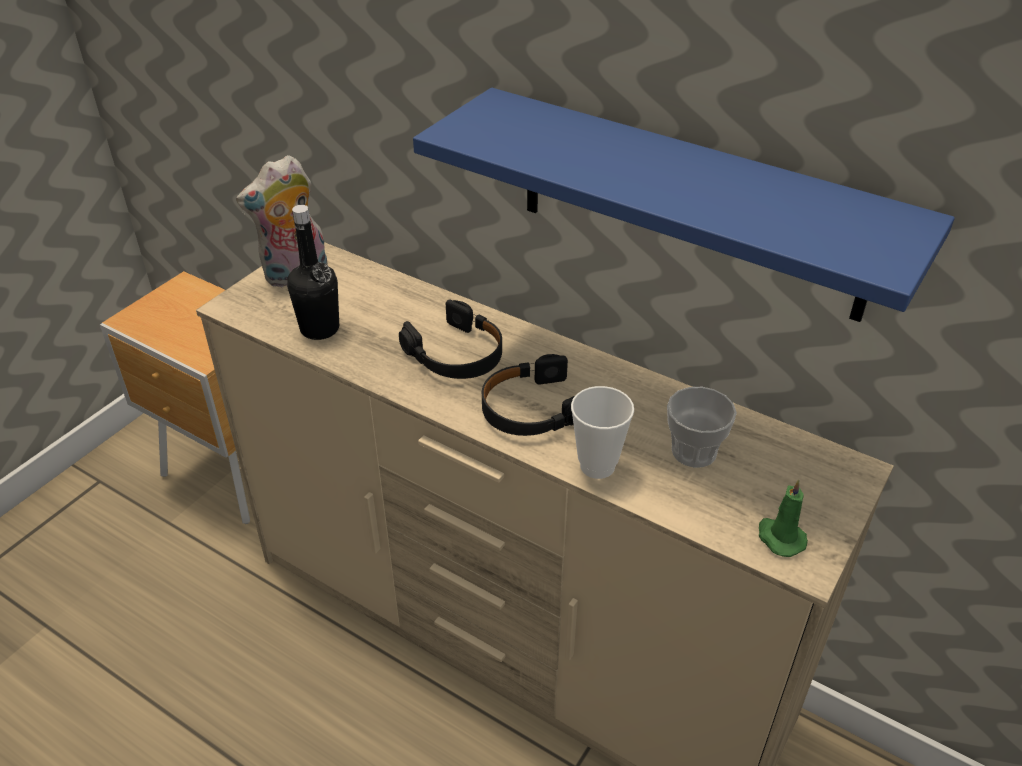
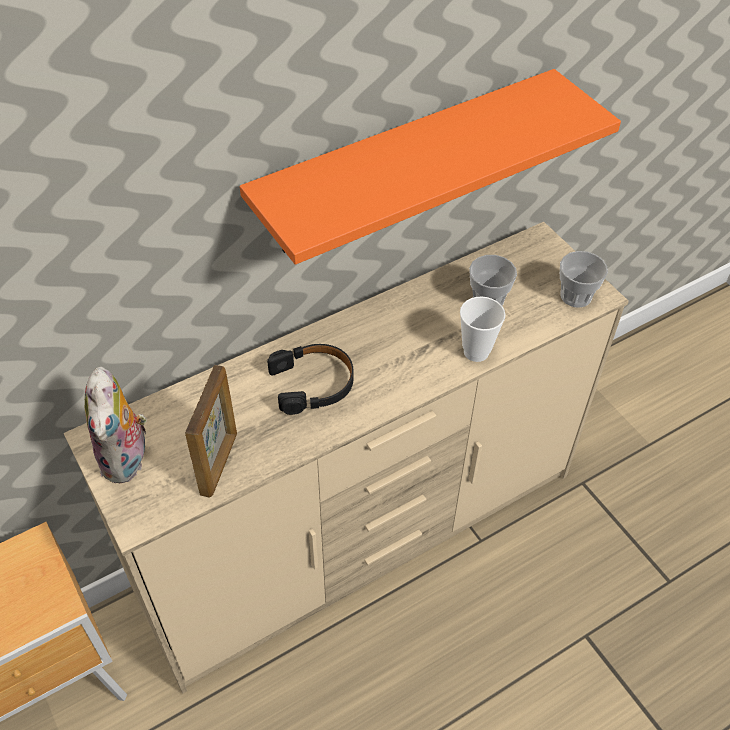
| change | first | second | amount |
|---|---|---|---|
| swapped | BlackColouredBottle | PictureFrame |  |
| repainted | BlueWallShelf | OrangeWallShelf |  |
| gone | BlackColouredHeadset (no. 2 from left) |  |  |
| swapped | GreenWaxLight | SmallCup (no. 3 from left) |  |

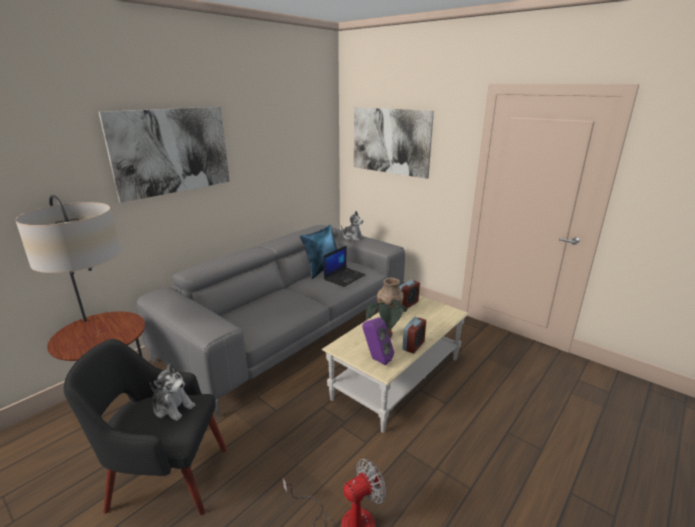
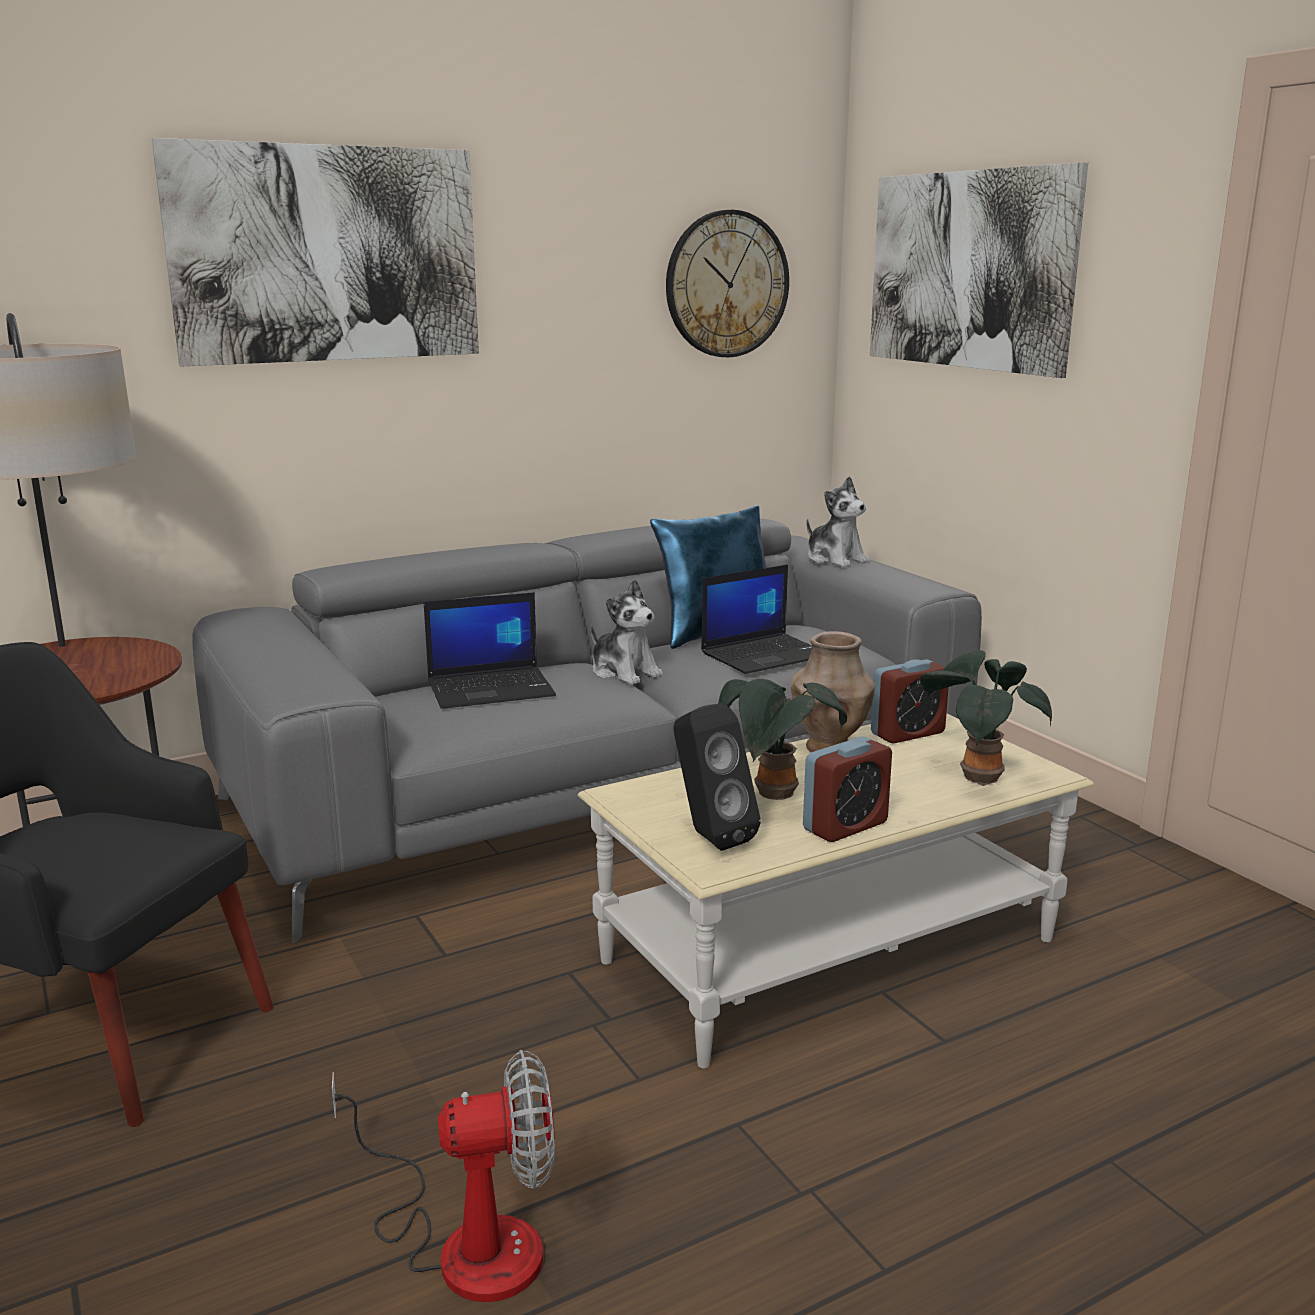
| change | first | second | amount |
|---|---|---|---|
| shifted | PlushToy (no. 1 from left) |  |  |
| repainted | PurplishLoudspeaker | BlackColouredLoudspeaker |  |
| new |  | PortableComputer (no. 1 from left) |  |
| new |  | WallClock |  |
| new |  | Houseplant (no. 2 from left) |  |

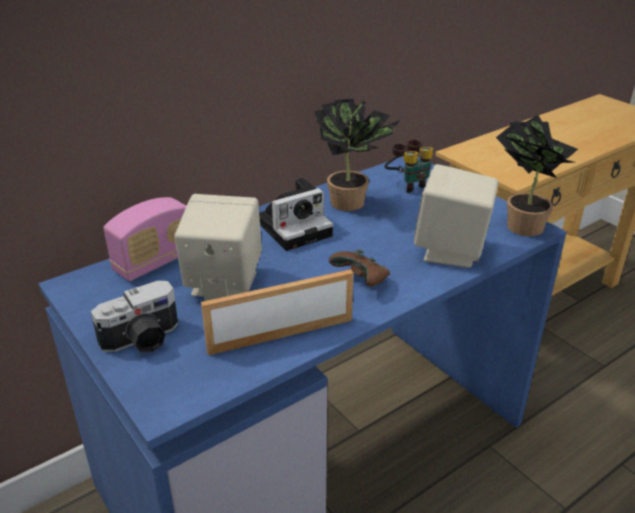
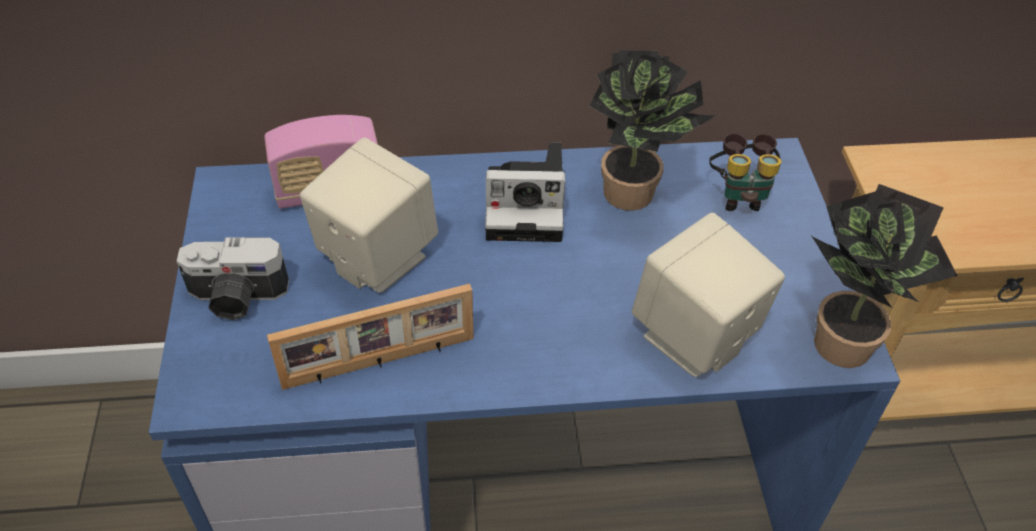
| change | first | second | amount |
|---|---|---|---|
| rotated | PictureFrame |  | 150 degrees clockwise |
| gone | BrownishGameController |  |  |

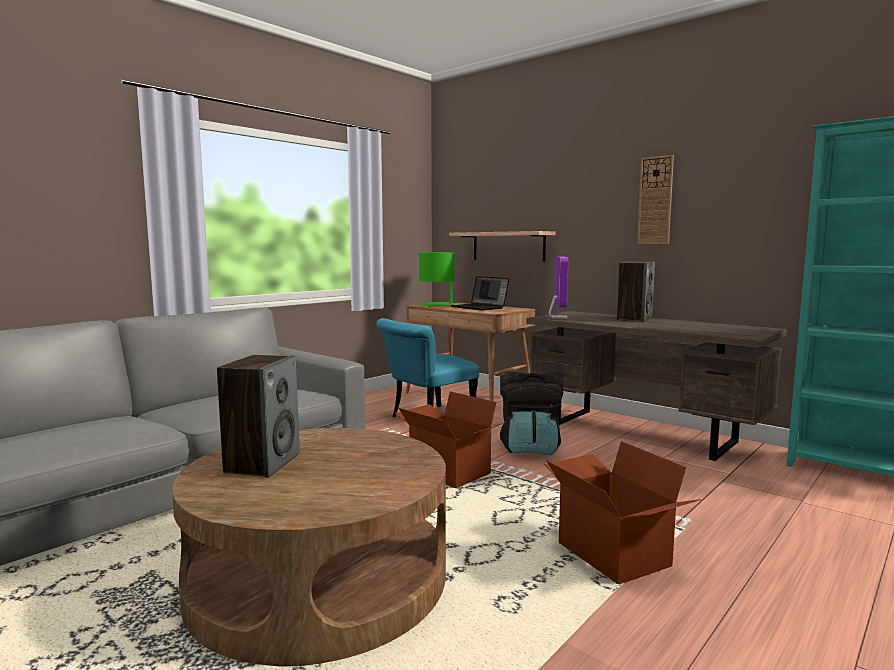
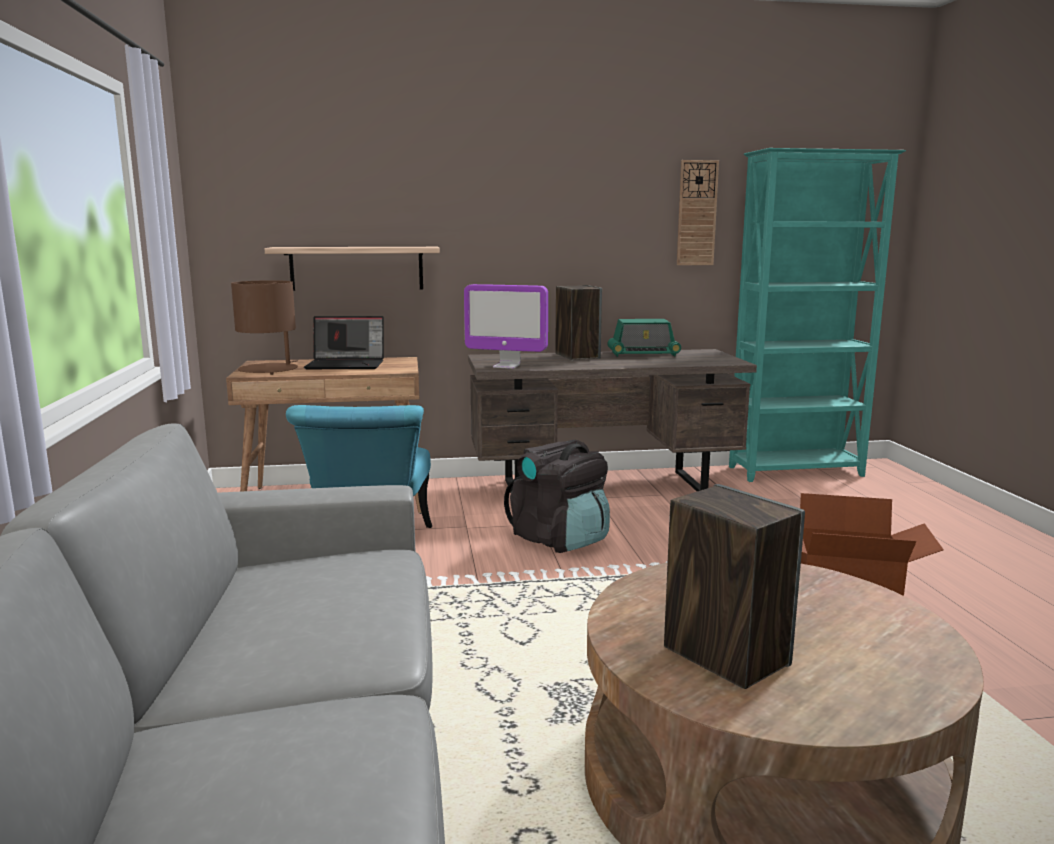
| change | first | second | amount |
|---|---|---|---|
| gone | Carton (no. 1 from left) |  |  |
| repainted | GreenLampForATable | BrownishLampForATable |  |
| rotated | Monitor |  | 150 degrees clockwise |
| shifted | WallClock |  |  |
| new |  | RadioSet |  |

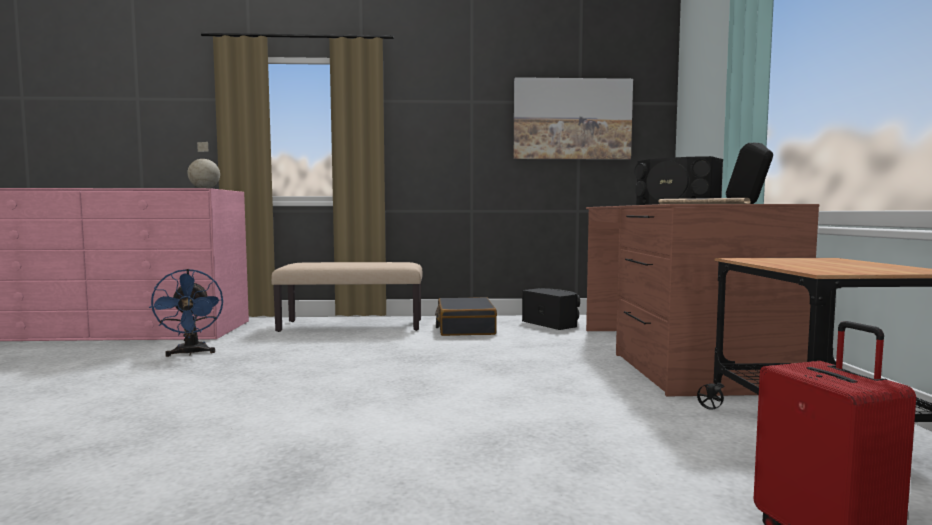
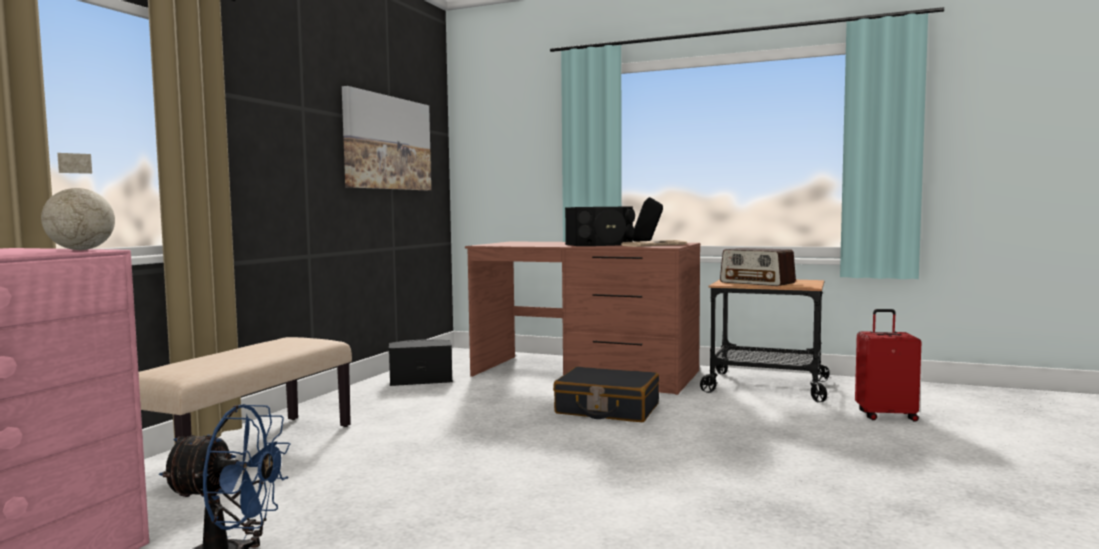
| change | first | second | amount |
|---|---|---|---|
| shifted | BlackColouredSuitcase |  |  |
| new |  | RadioSet |  |

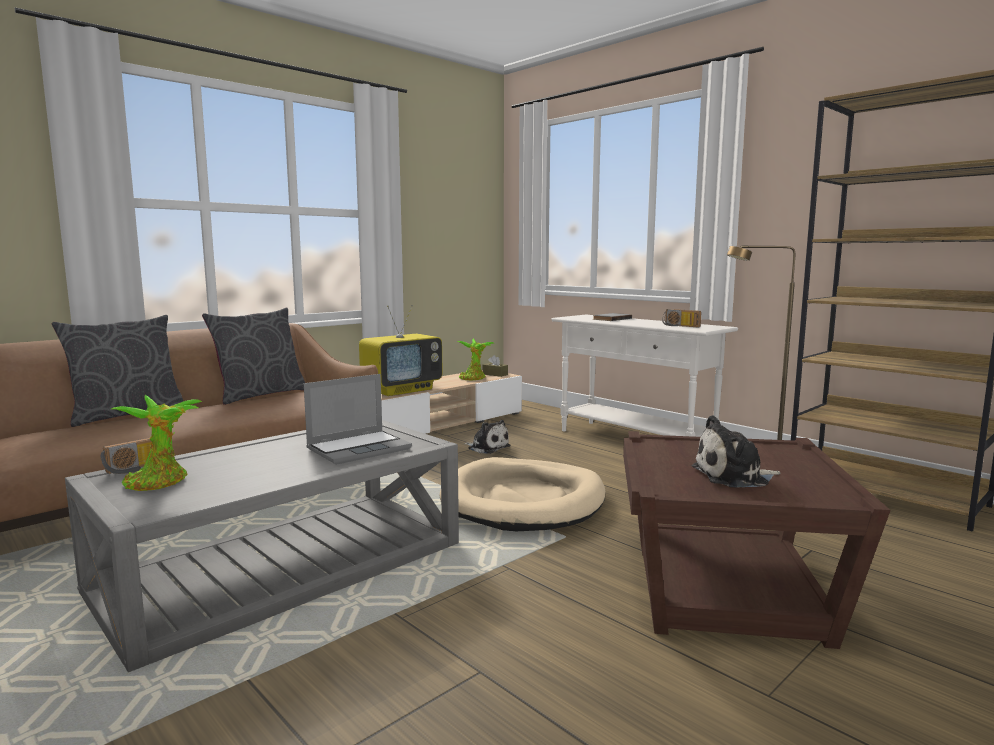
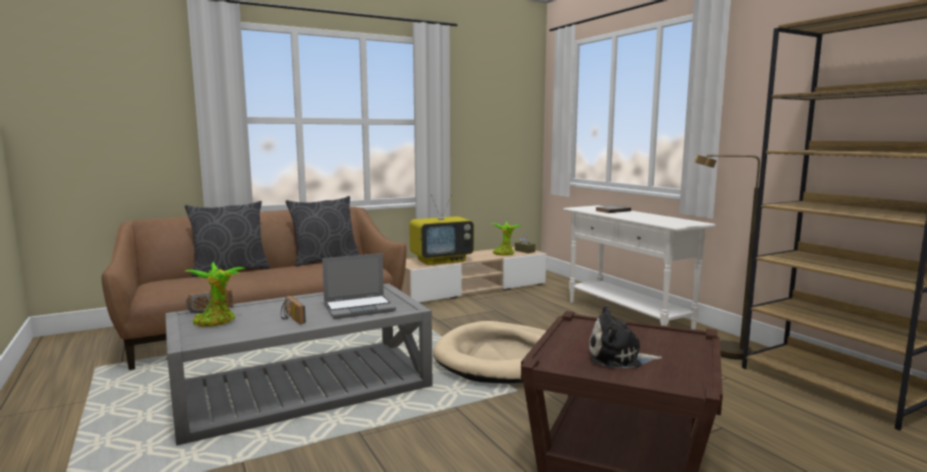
| change | first | second | amount |
|---|---|---|---|
| gone | PlushToy (no. 1 from left) |  |  |
| shifted | RadioSet (no. 2 from left) |  |  |

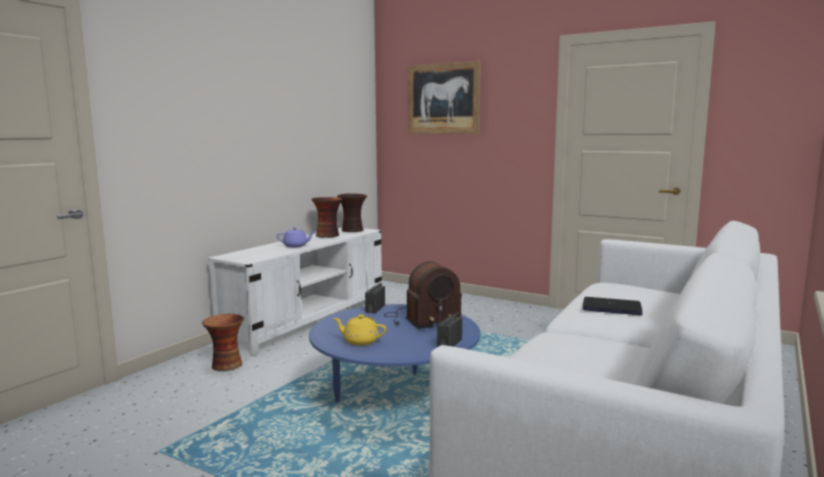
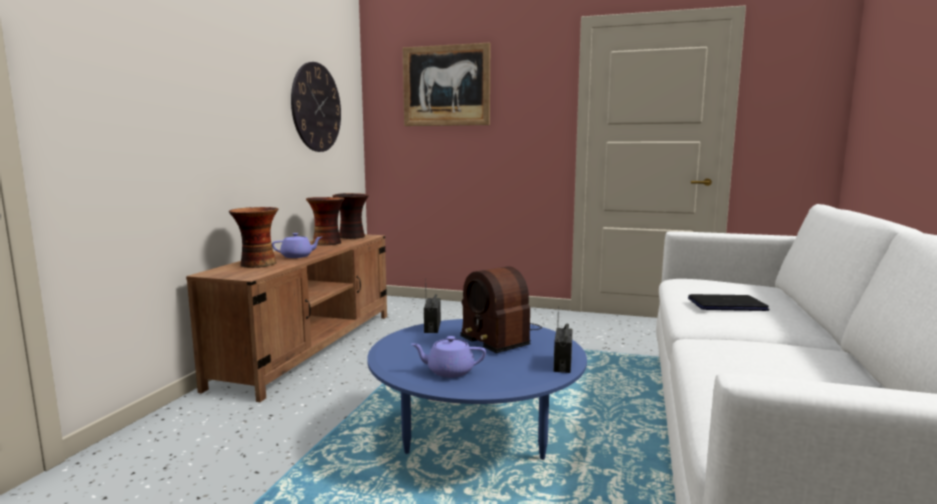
| change | first | second | amount |
|---|---|---|---|
| shifted | Vase (no. 1 from left) |  |  |
| repainted | WhiteColouredTvUnit | BrownishTvUnit |  |
| repainted | YellowishTeapot | PurplishTeapot (no. 2 from left) |  |
| rotated | RadioSet (no. 2 from left) |  | 90 degrees clockwise |
| new |  | WallClock |  |

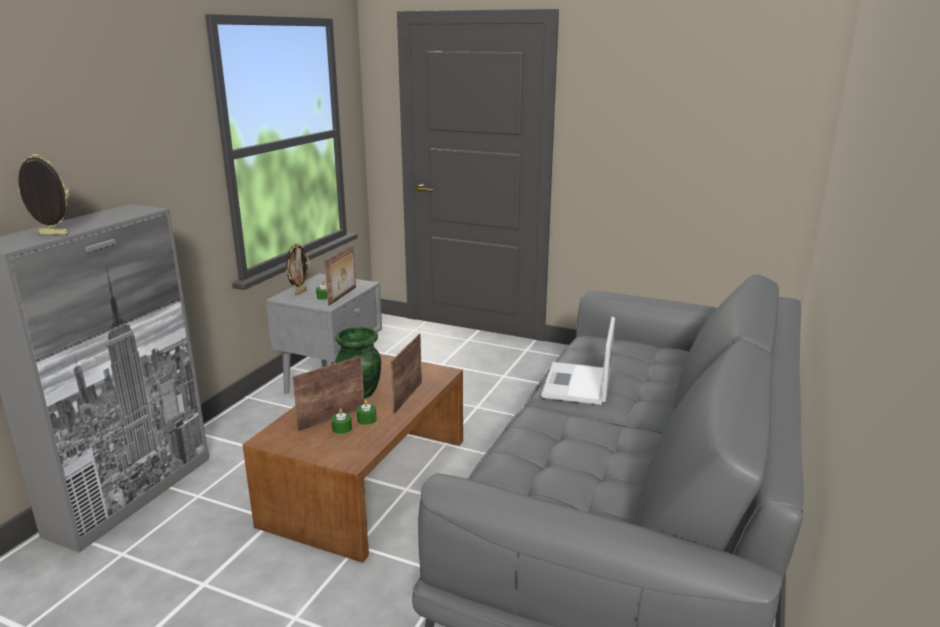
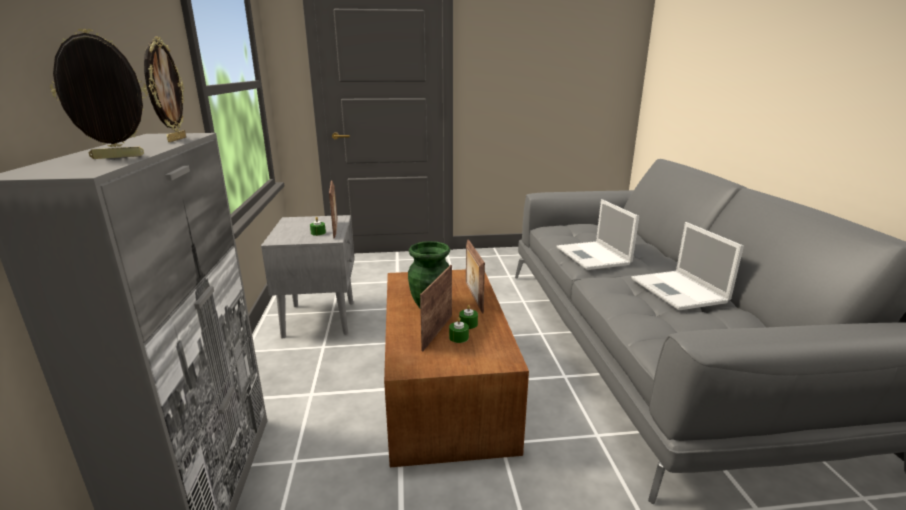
| change | first | second | amount |
|---|---|---|---|
| shifted | PictureFrame (no. 2 from left) |  |  |
| new |  | PortableComputer (no. 2 from left) |  |

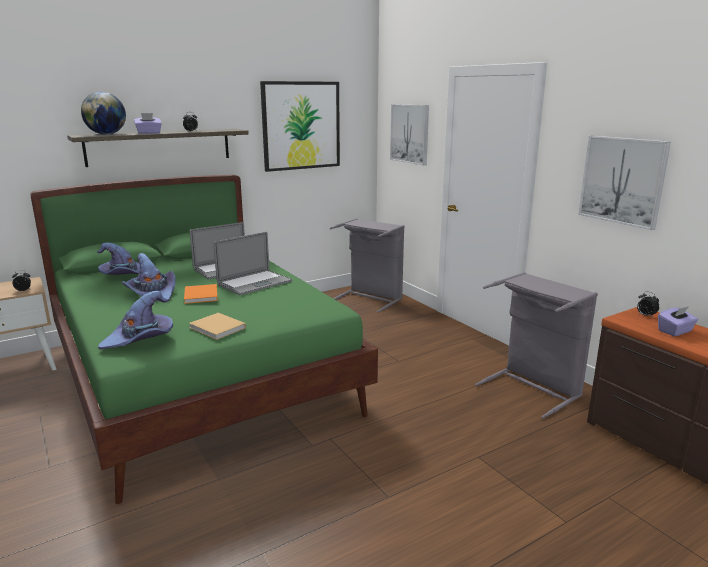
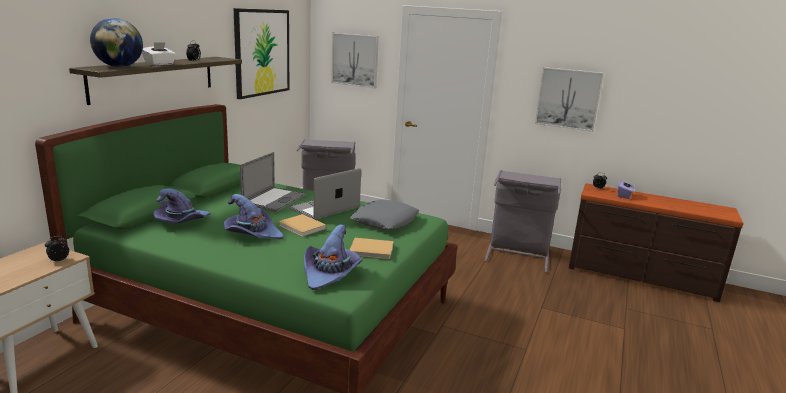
| change | first | second | amount |
|---|---|---|---|
| repainted | PurplishTissueBox (no. 1 from left) | WhiteColouredTissueBox |  |
| repainted | OrangeBook | BeigeColouredBook (no. 1 from left) |  |
| rotated | PortableComputer (no. 2 from left) |  | 150 degrees counterclockwise |
| new |  | GrayPillow |  |

